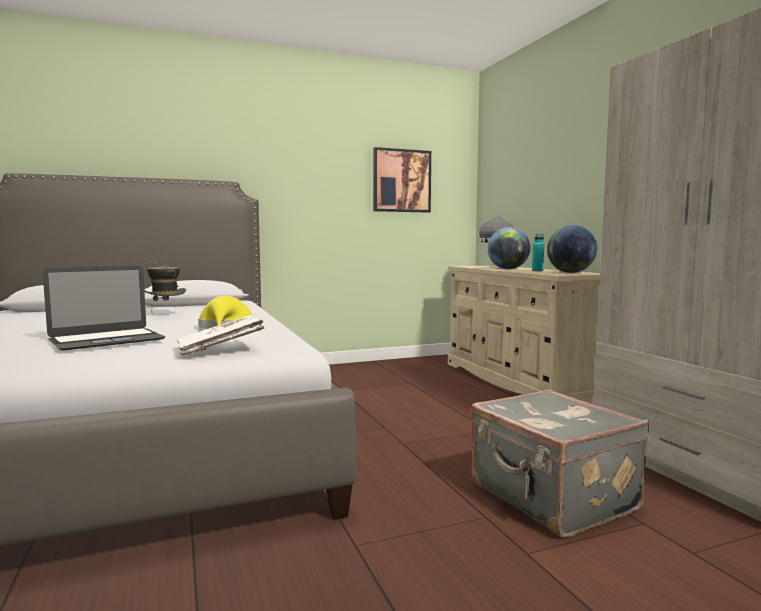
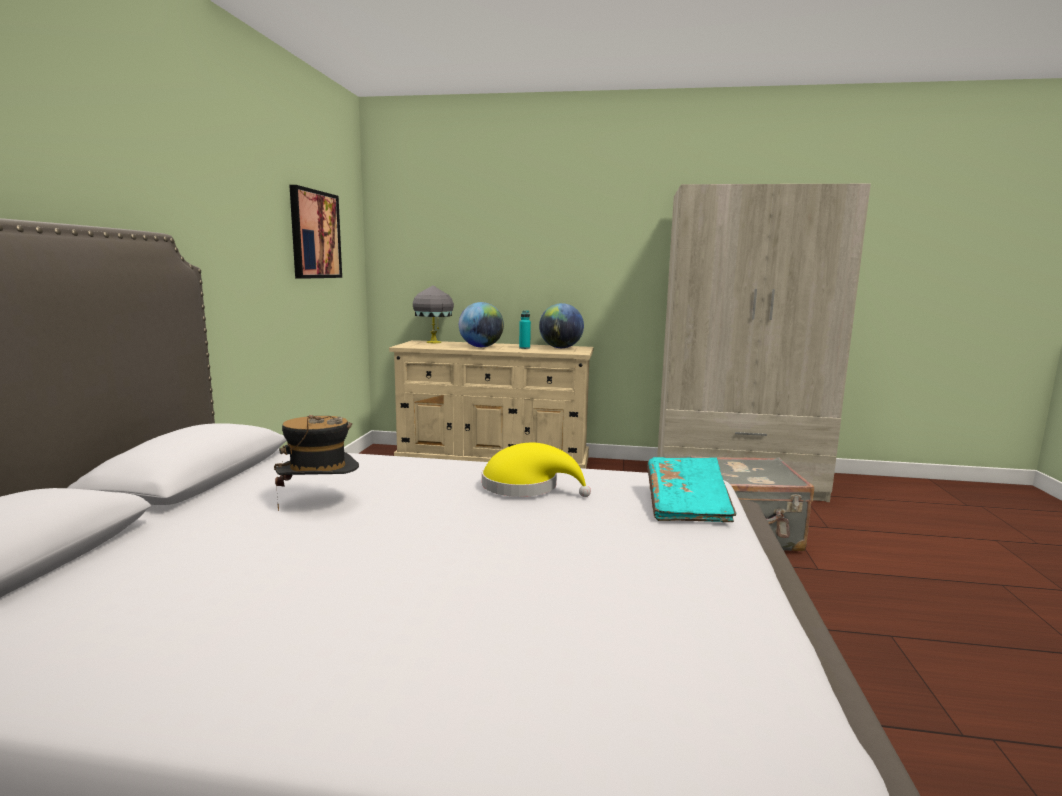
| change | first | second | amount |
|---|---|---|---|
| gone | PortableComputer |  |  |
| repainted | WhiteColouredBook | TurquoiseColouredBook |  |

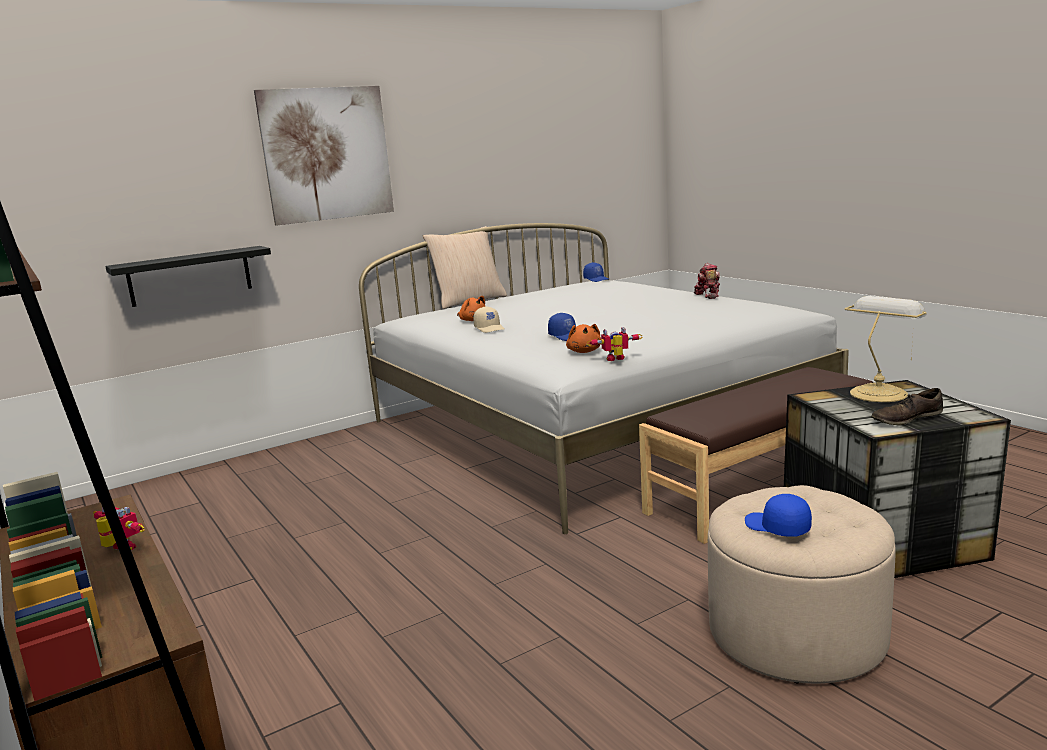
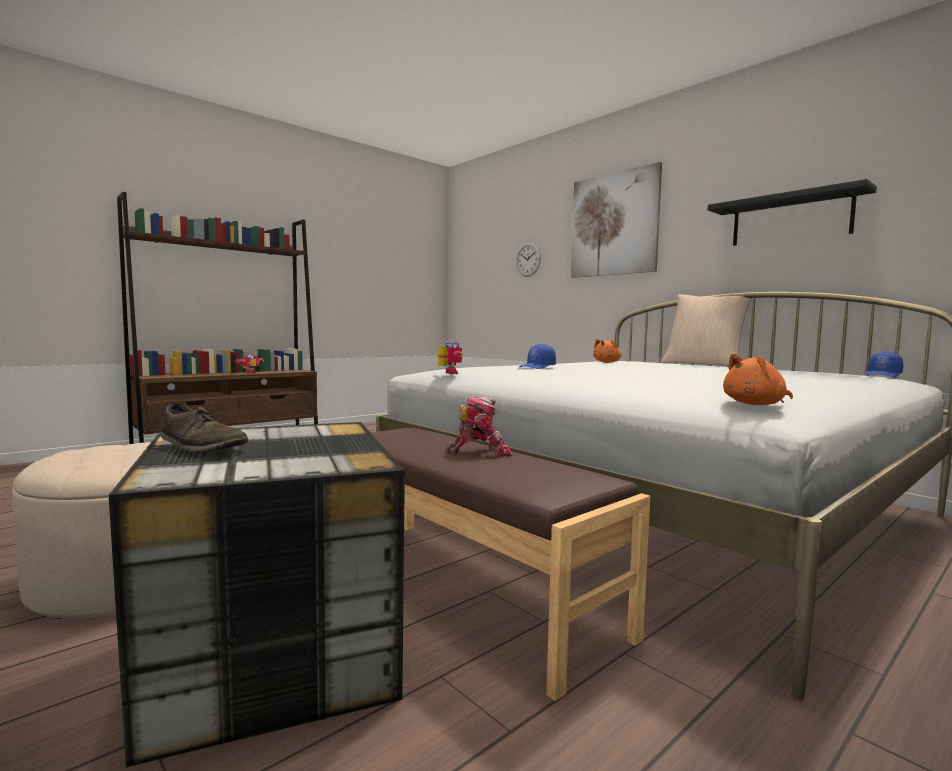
| change | first | second | amount |
|---|---|---|---|
| shifted | BlackColouredWallShelf |  |  |
| gone | BeigeColouredPeakedCap |  |  |
| shifted | OrangePlushToy (no. 2 from left) |  |  |
| shifted | RobotFigure (no. 3 from left) |  |  |
| gone | BluePeakedCap (no. 3 from left) |  |  |
| gone | LampForATable |  |  |
| rotated | BrownishLowShoe |  | 150 degrees clockwise |
| new |  | WallClock |  |

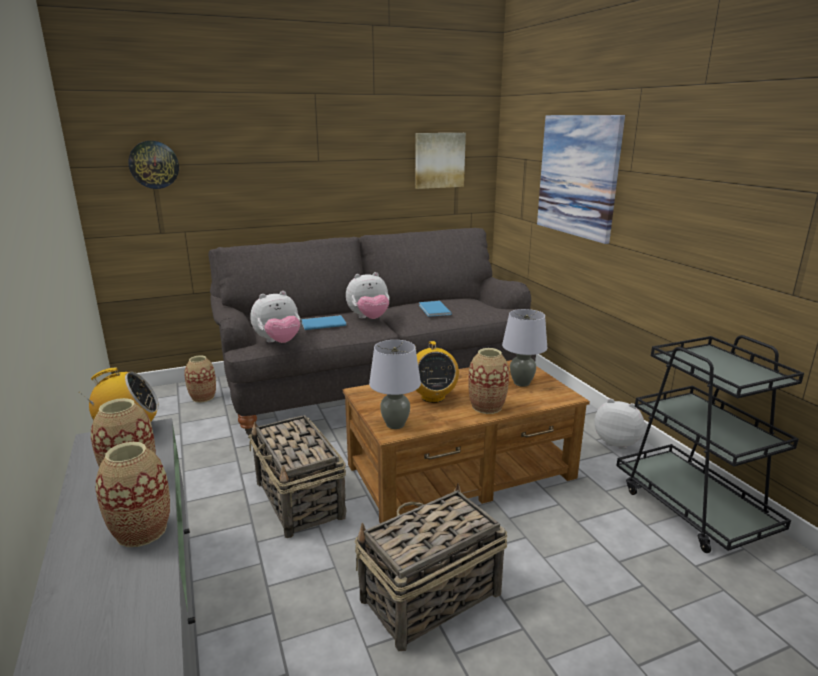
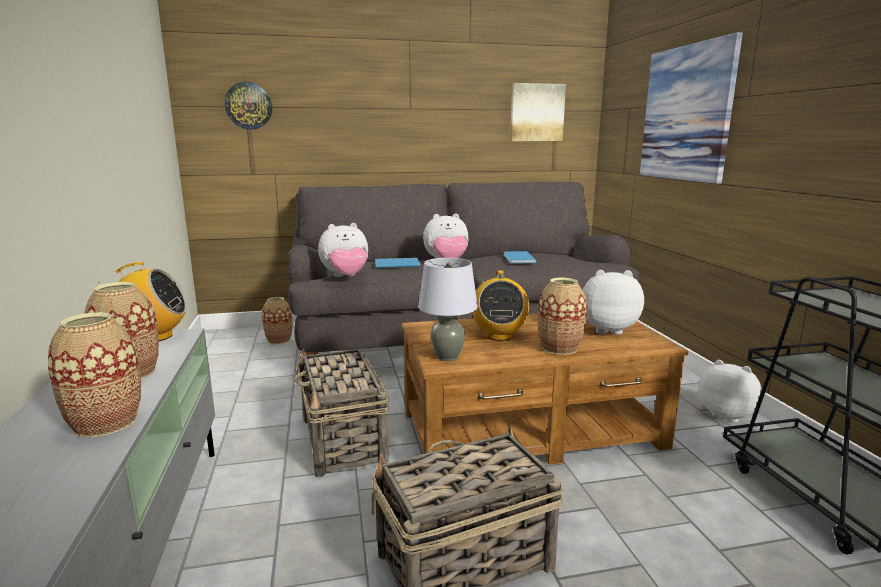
| change | first | second | amount |
|---|---|---|---|
| swapped | GrayLampForATable (no. 2 from left) | PlushToy (no. 3 from left) |  |

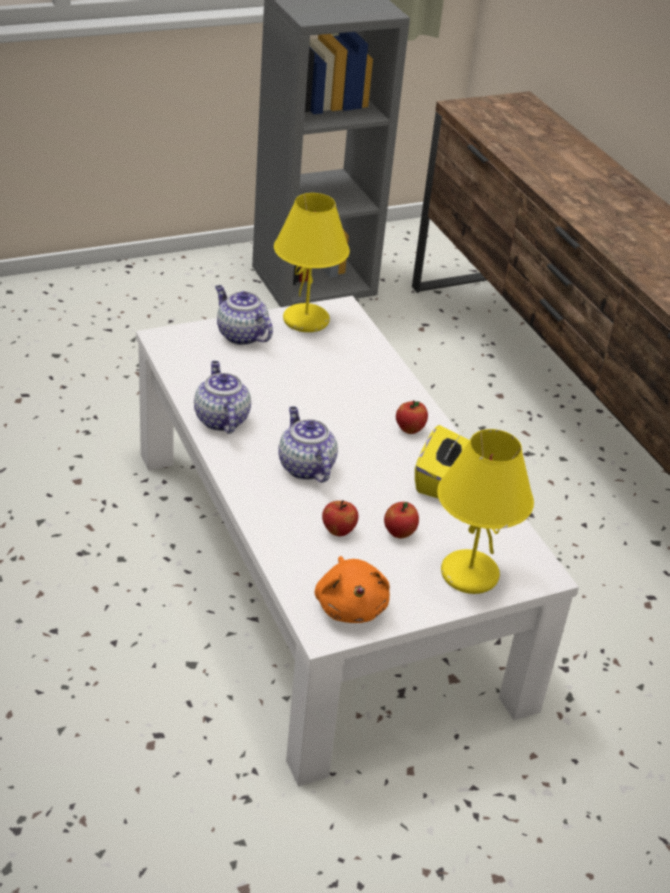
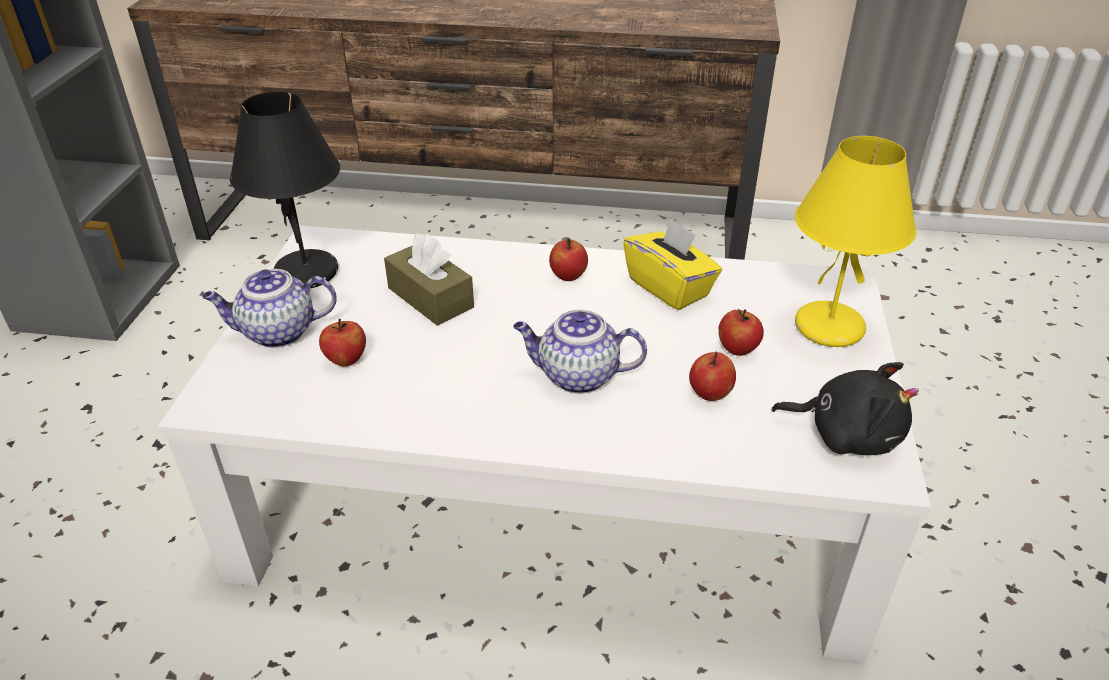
| change | first | second | amount |
|---|---|---|---|
| gone | Teapot (no. 1 from left) |  |  |
| repainted | YellowishLampForATable (no. 1 from left) | BlackColouredLampForATable |  |
| repainted | OrangePlushToy | BlackColouredPlushToy |  |
| new |  | Apple (no. 1 from left) |  |
| new |  | BrownishTissueBox |  |

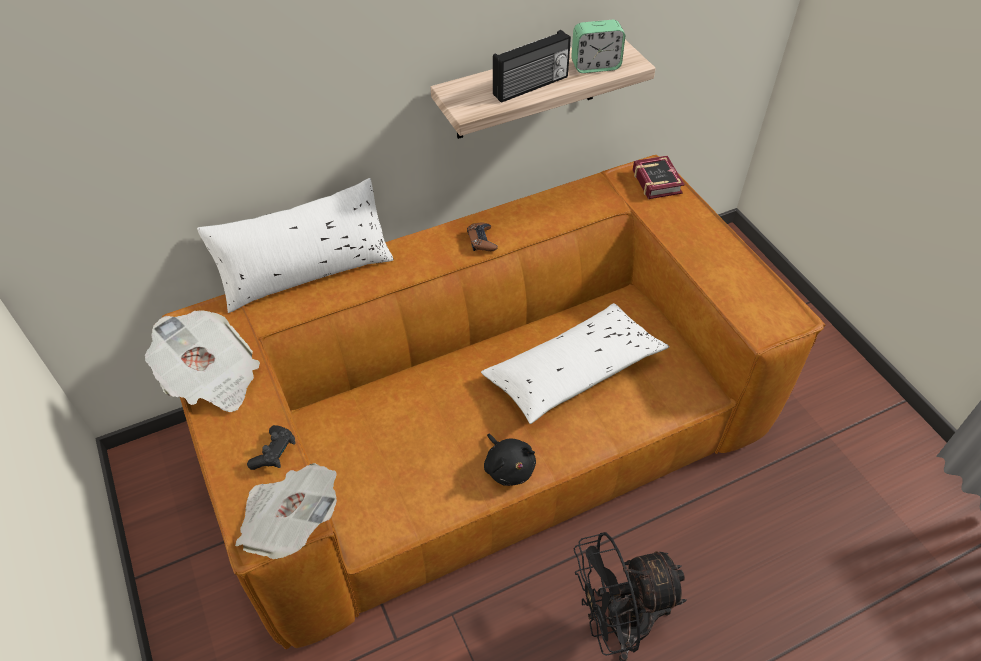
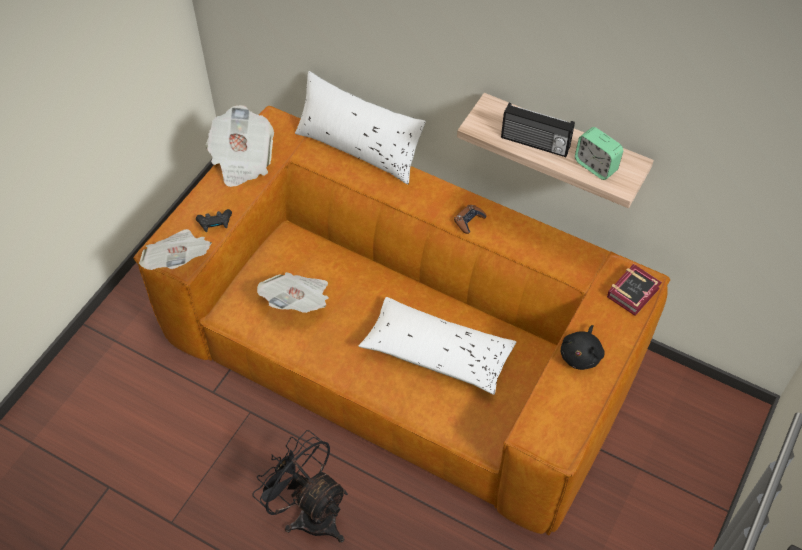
| change | first | second | amount |
|---|---|---|---|
| shifted | BlackColouredPlushToy |  |  |
| new |  | DailyPaper (no. 3 from left) |  |

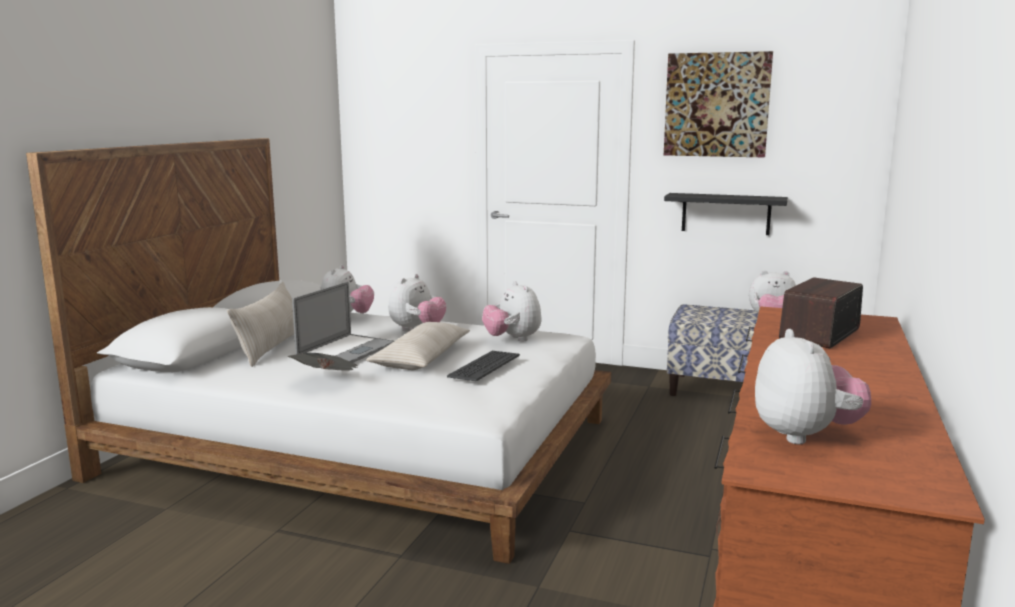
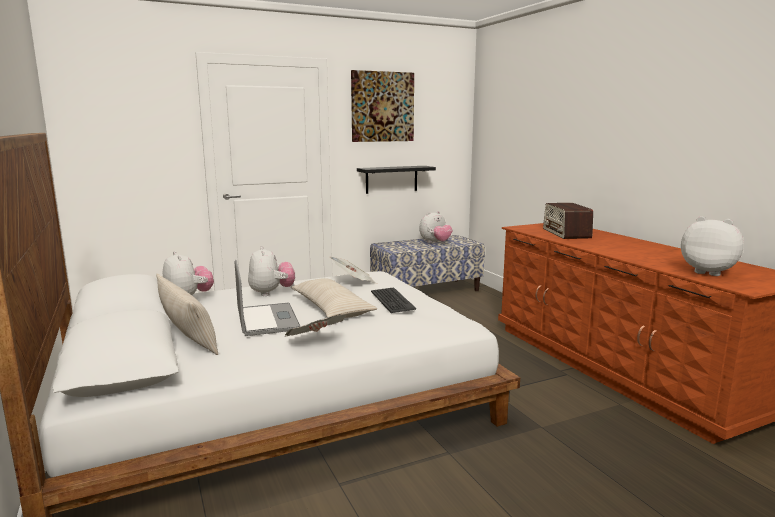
| change | first | second | amount |
|---|---|---|---|
| swapped | PlushToy (no. 3 from left) | DailyPaper (no. 2 from left) |  |

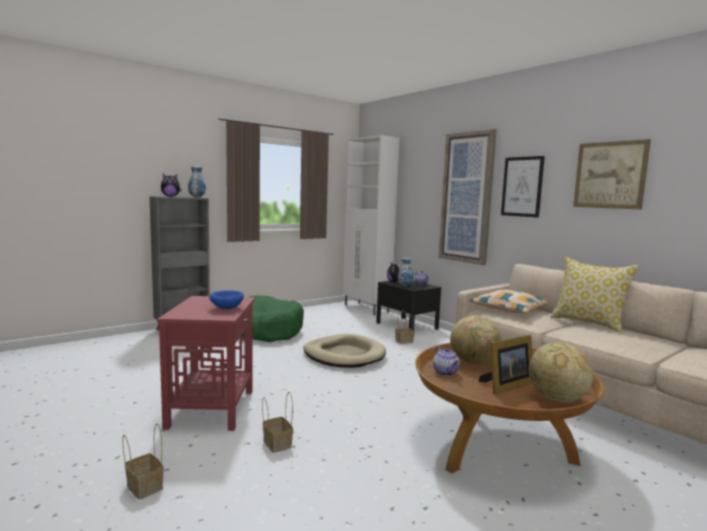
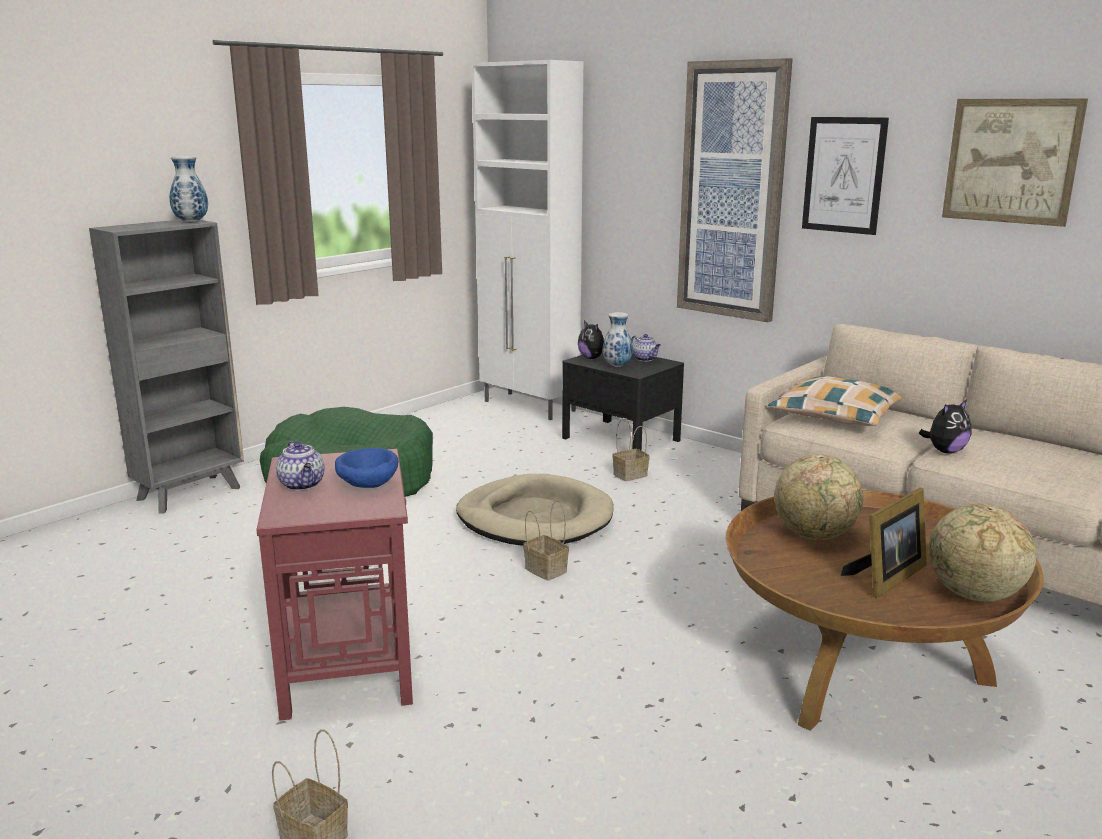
| change | first | second | amount |
|---|---|---|---|
| shifted | PlushToy (no. 1 from left in the first image) | PlushToy (no. 2 from left) |  |
| shifted | HouseholdBasket (no. 2 from left) |  |  |
| shifted | Teapot (no. 2 from left in the first image) | Teapot (no. 1 from left) |  |
| gone | Pillow (no. 2 from left) |  |  |

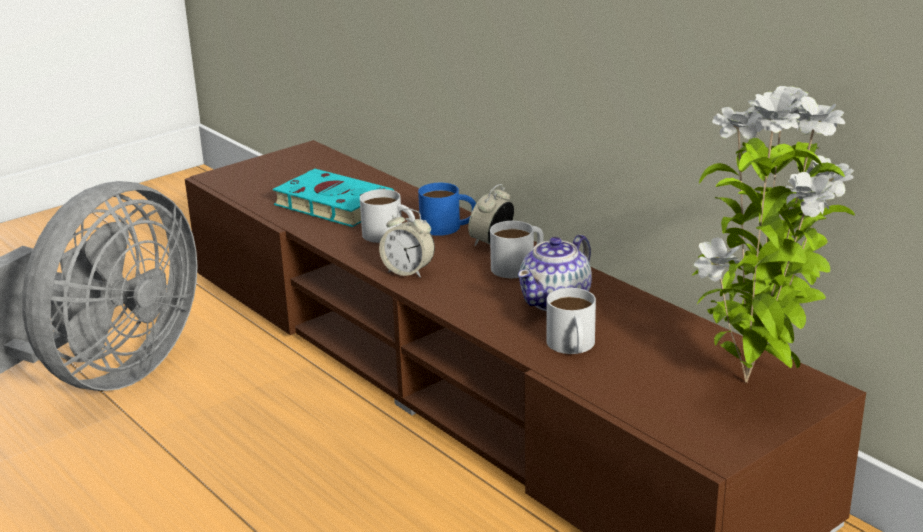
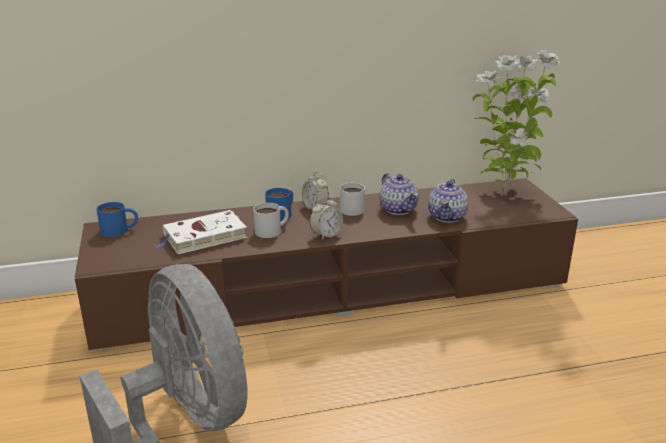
| change | first | second | amount |
|---|---|---|---|
| repainted | TurquoiseColouredBook | WhiteColouredBook |  |
| swapped | WhiteColouredCoffeeMug (no. 3 from left) | Teapot (no. 2 from left) |  |
| new |  | BlueCoffeeMug (no. 1 from left) |  |

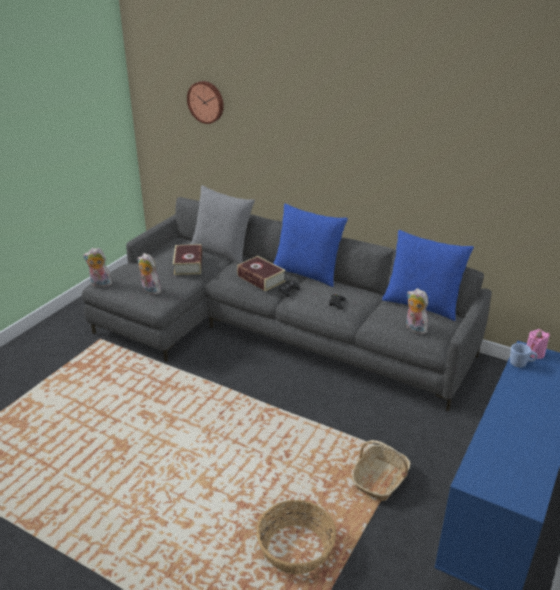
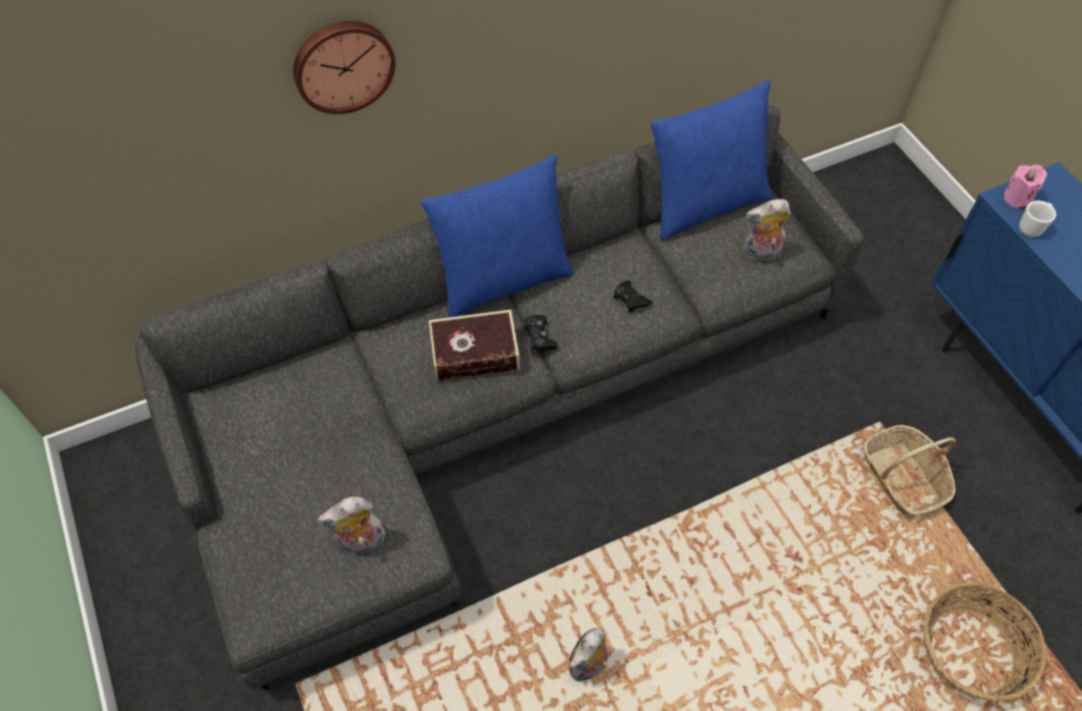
| change | first | second | amount |
|---|---|---|---|
| shifted | PlushToy (no. 1 from left in the first image) | PlushToy (no. 2 from left) |  |
| gone | Book (no. 1 from left) |  |  |
| shifted | WallClock |  |  |
| gone | GrayPillow |  |  |
| repainted | BlueCoffeeMug | WhiteColouredCoffeeMug |  |

